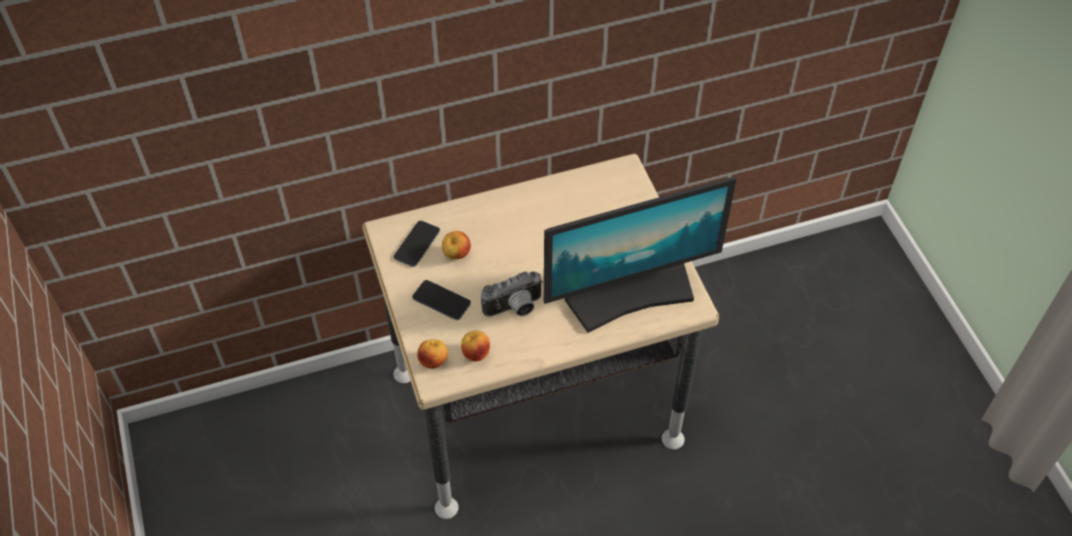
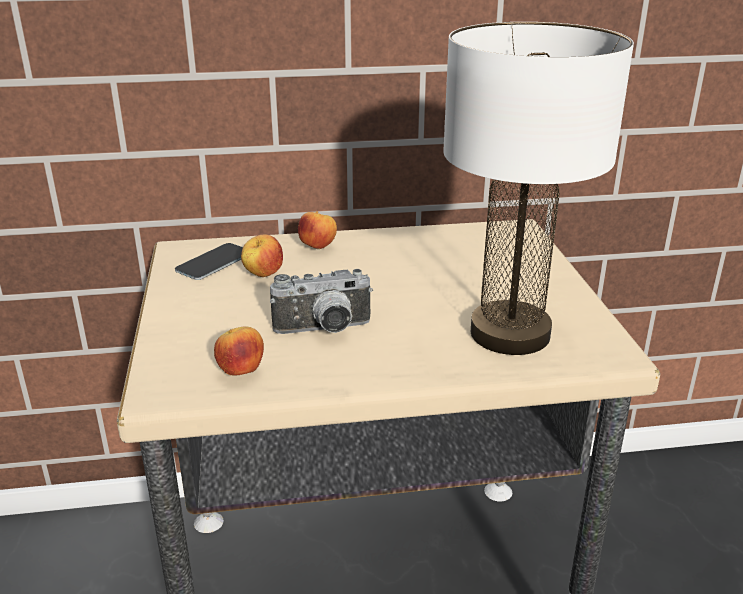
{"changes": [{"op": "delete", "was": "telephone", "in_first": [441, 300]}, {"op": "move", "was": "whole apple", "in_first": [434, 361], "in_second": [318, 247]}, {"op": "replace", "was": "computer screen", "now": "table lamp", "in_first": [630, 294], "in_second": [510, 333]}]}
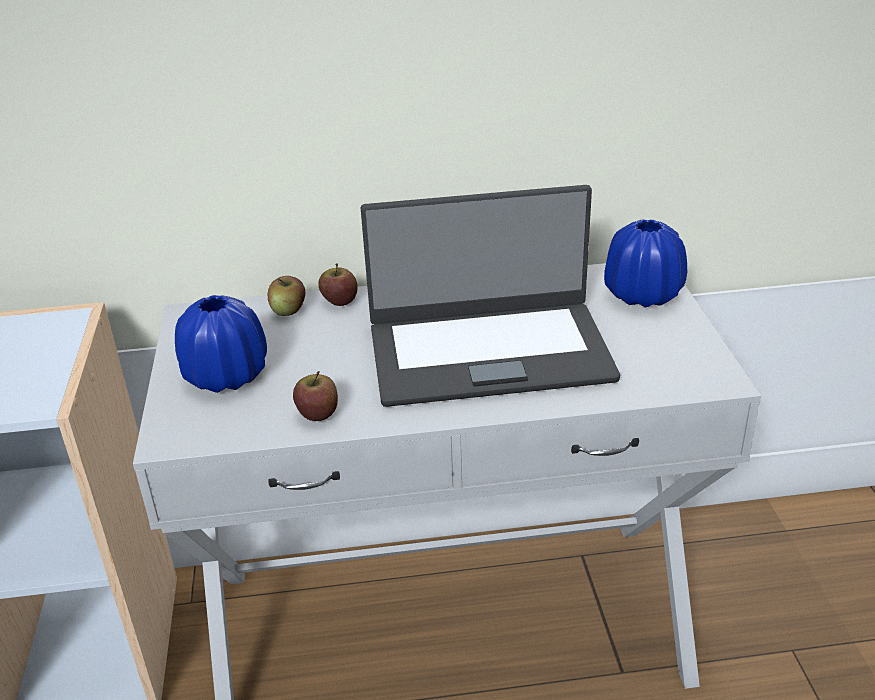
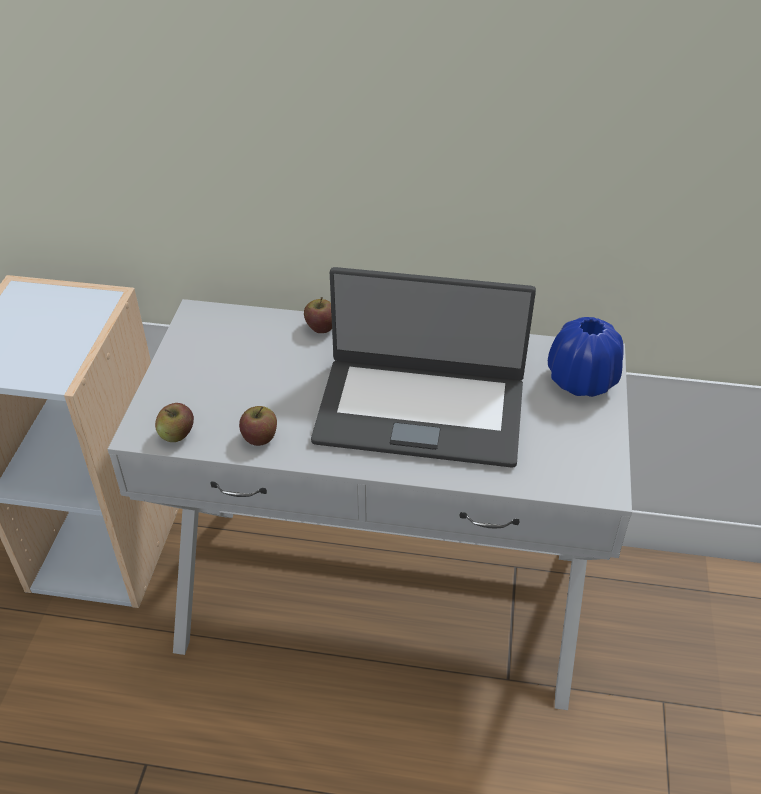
{"changes": [{"op": "delete", "was": "vase (blue)", "in_first": [226, 376]}, {"op": "move", "was": "whole apple", "in_first": [288, 310], "in_second": [177, 434]}]}
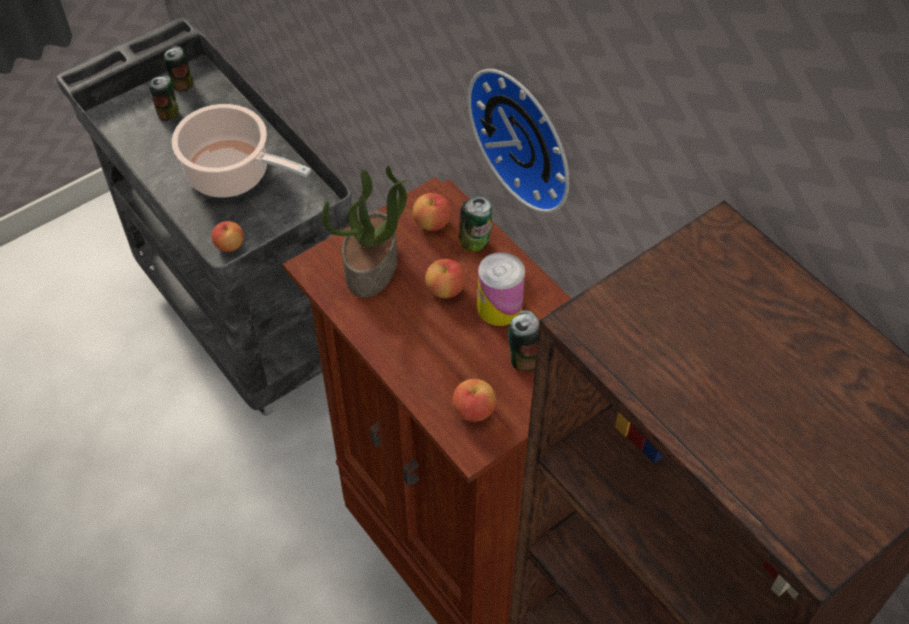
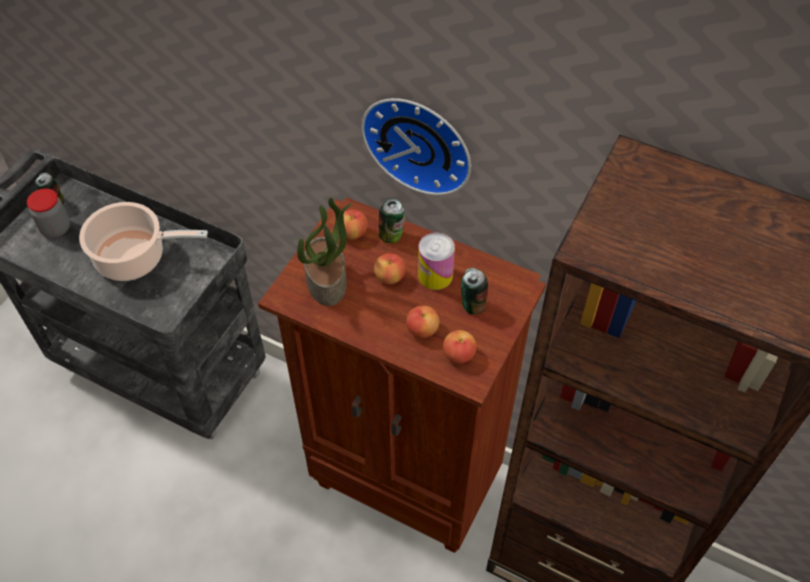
{"changes": [{"op": "move", "was": "whole apple", "in_first": [229, 245], "in_second": [422, 329]}, {"op": "replace", "was": "metal can", "now": "preserve jar", "in_first": [168, 113], "in_second": [56, 228]}]}
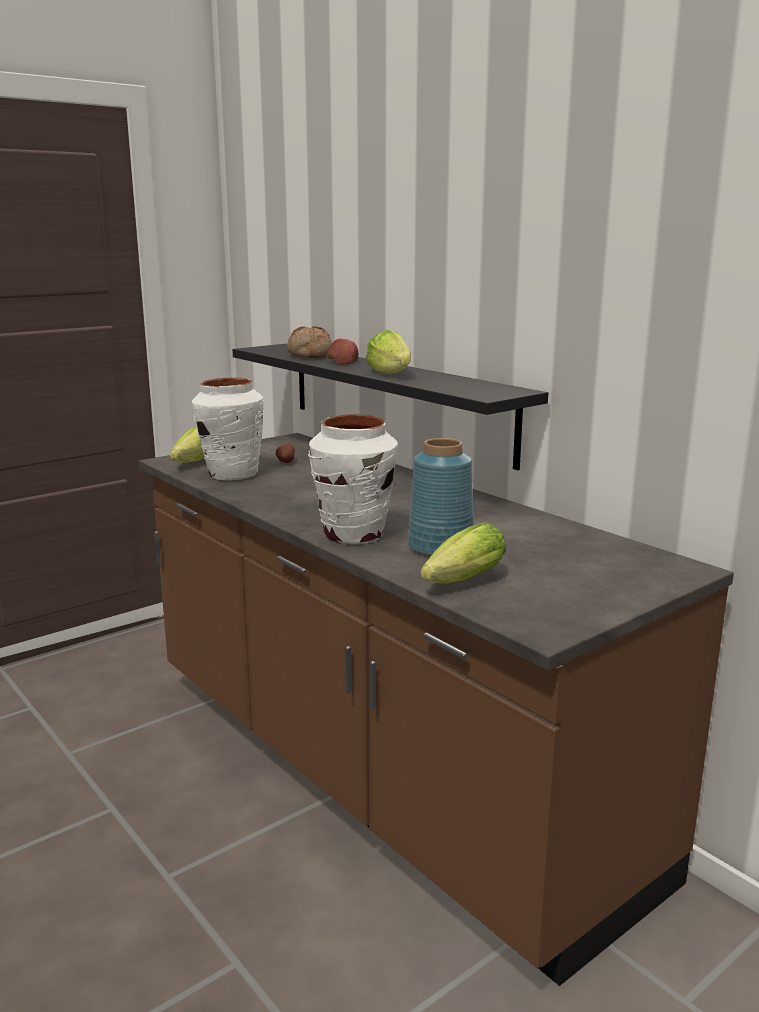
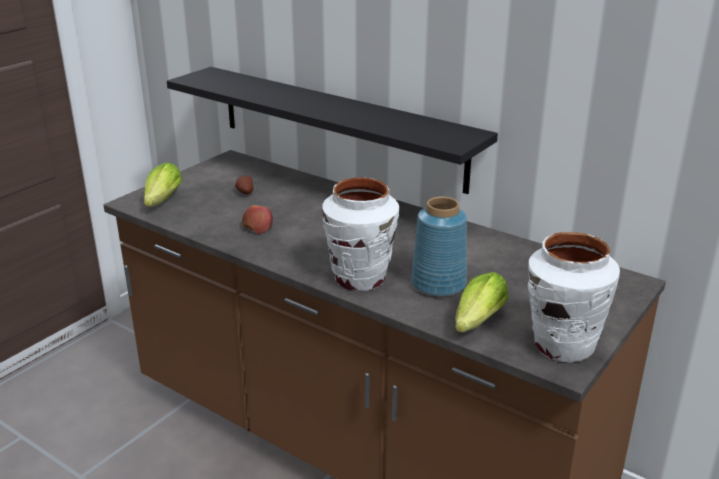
{"changes": [{"op": "delete", "was": "bread", "in_first": [309, 355]}, {"op": "delete", "was": "lettuce", "in_first": [391, 374]}, {"op": "move", "was": "vase (white)", "in_first": [232, 474], "in_second": [562, 346]}, {"op": "move", "was": "whole apple", "in_first": [342, 362], "in_second": [257, 226]}]}
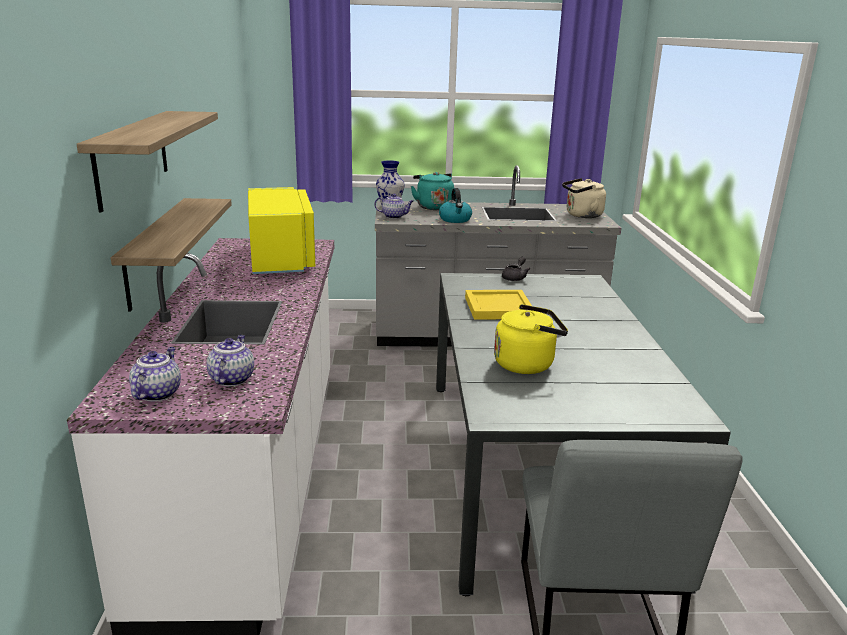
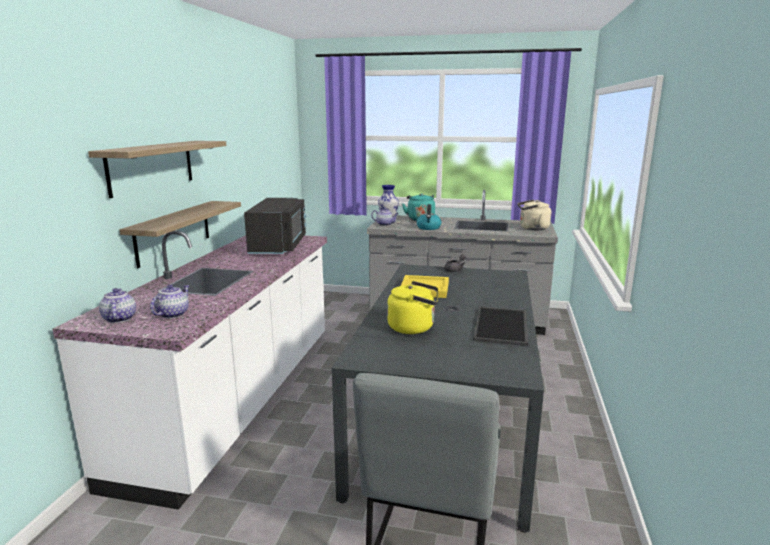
{"changes": [{"op": "insert", "now": "serving tray", "in_second": [502, 326]}, {"op": "recolor", "was": "microwave oven (yellow)", "now": "microwave oven (blackish)", "in_first": [282, 258], "in_second": [280, 246]}, {"op": "rotate", "was": "tea pot", "in_first": [157, 393], "in_second": [119, 318], "clockwise": -45}]}
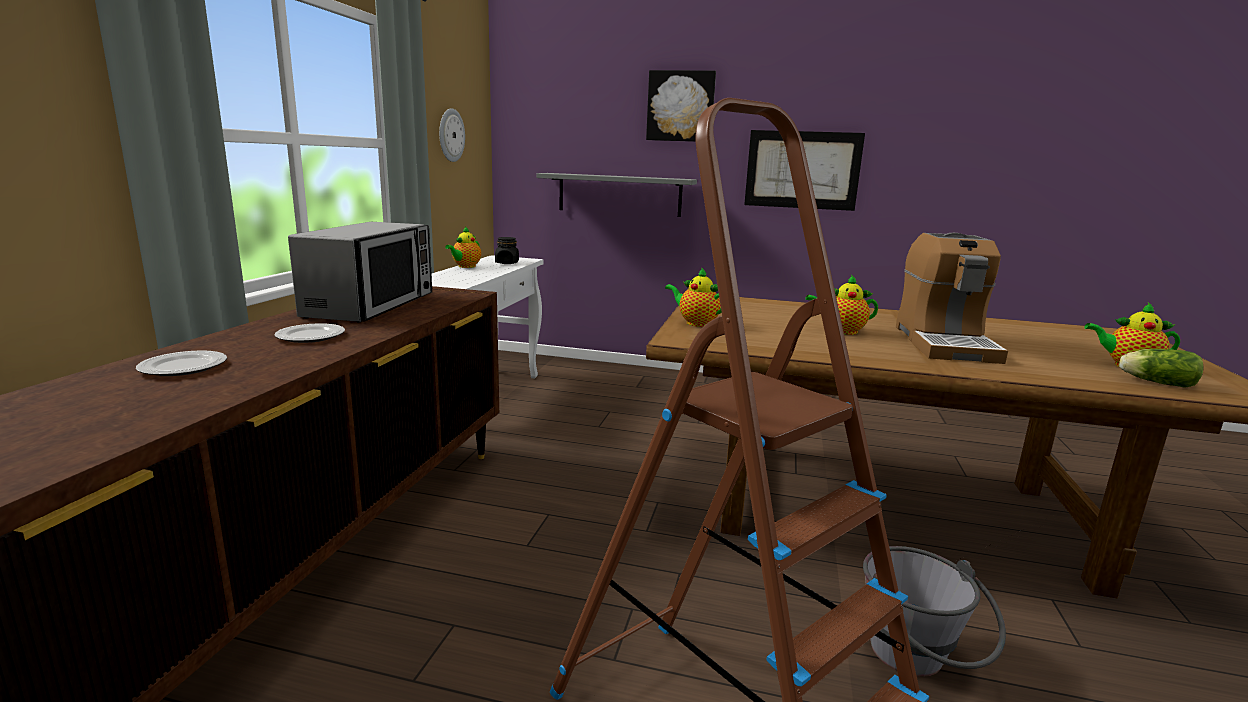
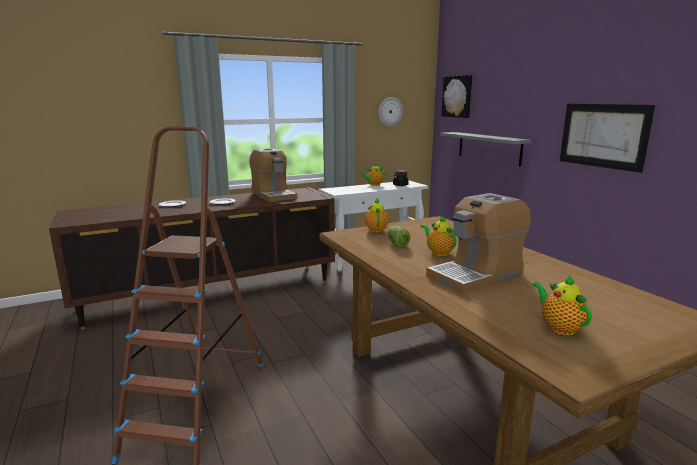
{"changes": [{"op": "delete", "was": "pail (gray)", "in_first": [917, 662]}, {"op": "move", "was": "wall picture", "in_first": [680, 106], "in_second": [457, 96]}, {"op": "move", "was": "lettuce", "in_first": [1154, 382], "in_second": [397, 243]}, {"op": "replace", "was": "microwave oven", "now": "coffee brewer", "in_first": [372, 305], "in_second": [273, 195]}]}
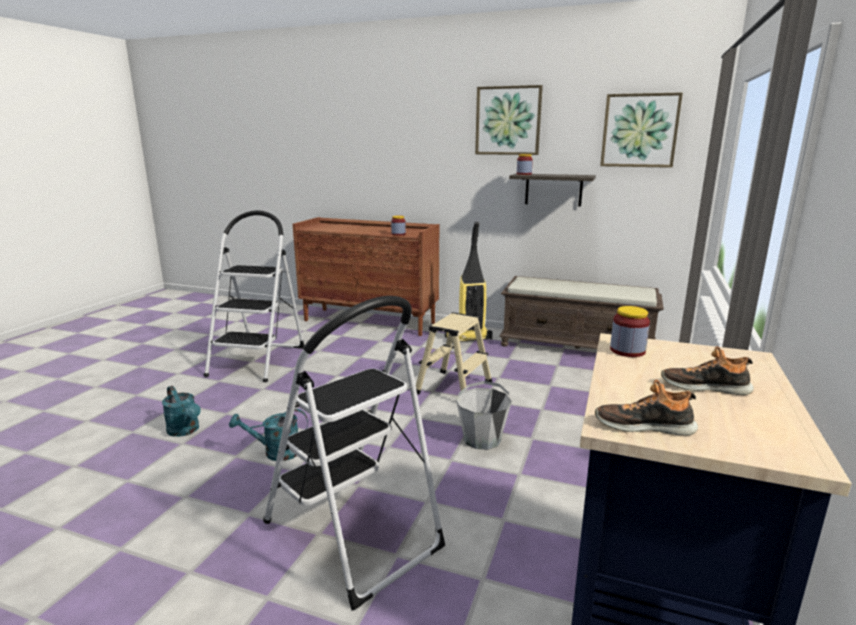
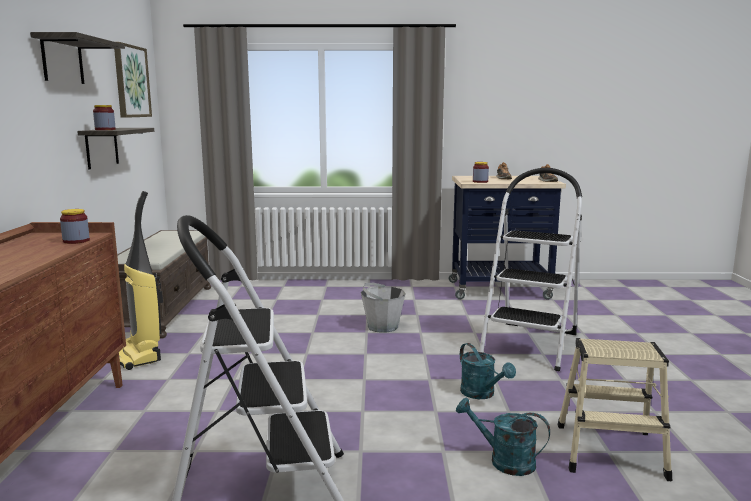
{"changes": [{"op": "move", "was": "step stool (beige-coloured)", "in_first": [454, 388], "in_second": [609, 450]}, {"op": "replace", "was": "wall picture", "now": "bracket shelf", "in_first": [508, 121], "in_second": [62, 60]}, {"op": "rotate", "was": "watering can (turquoise)", "in_first": [185, 431], "in_second": [504, 461], "clockwise": -90}]}
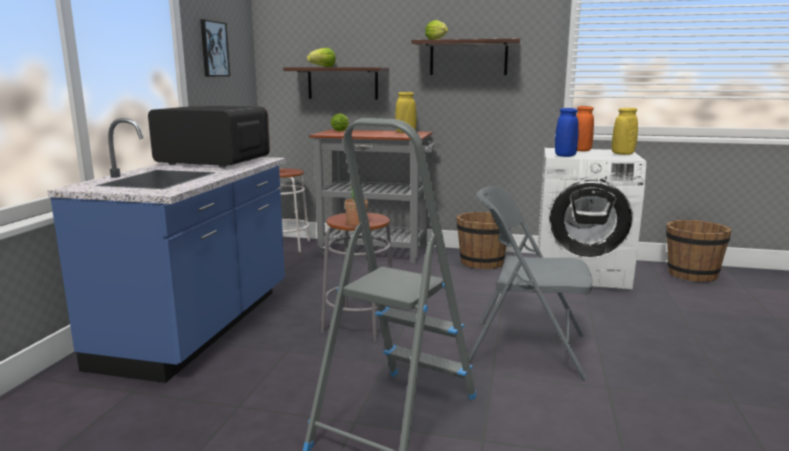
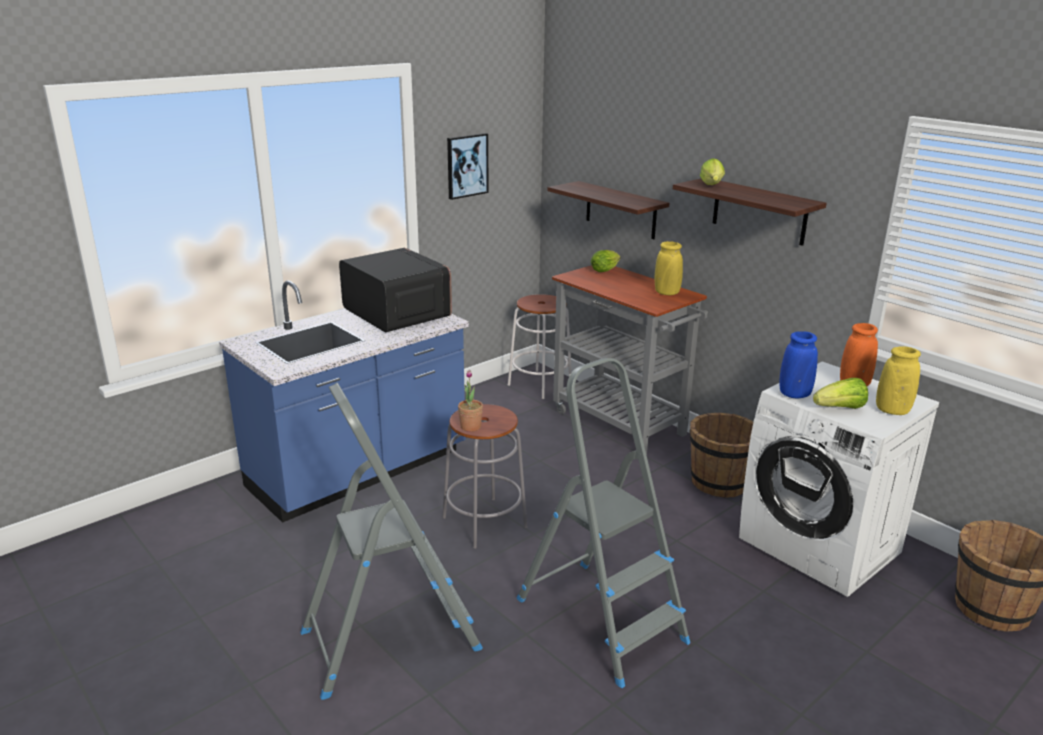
{"changes": [{"op": "move", "was": "lettuce", "in_first": [322, 67], "in_second": [840, 408]}, {"op": "replace", "was": "chair (gray)", "now": "step stool (gray)", "in_first": [527, 348], "in_second": [601, 621]}]}
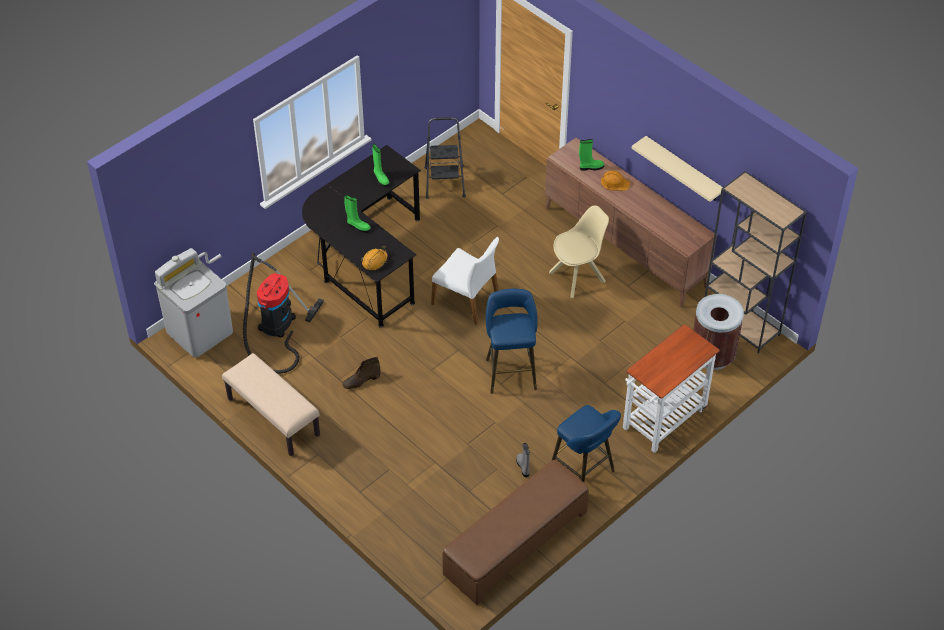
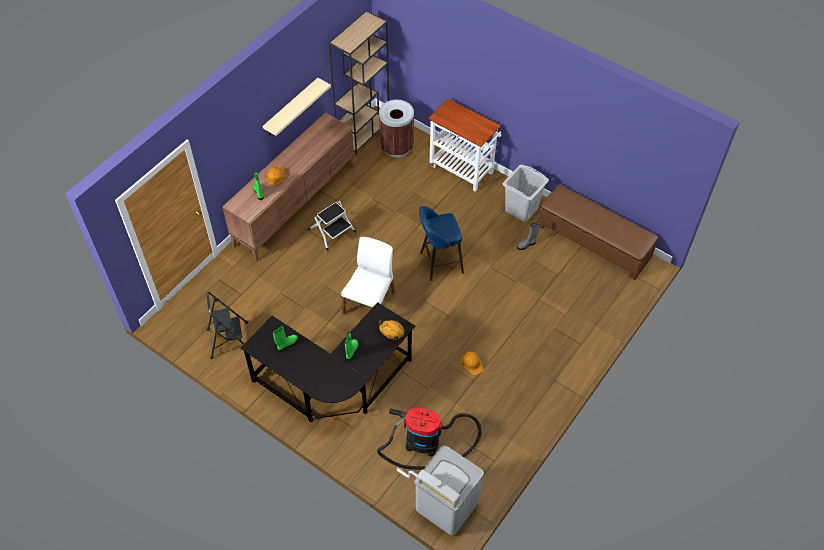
{"changes": [{"op": "delete", "was": "indoor bench (beige-coloured)", "in_first": [272, 417]}, {"op": "replace", "was": "boot (brown-coloured)", "now": "safety helmet (orangey)", "in_first": [361, 381], "in_second": [472, 363]}, {"op": "replace", "was": "chair (beige-coloured)", "now": "step stool", "in_first": [578, 276], "in_second": [331, 232]}, {"op": "replace", "was": "stool seat (blue)", "now": "laundry basket (gray)", "in_first": [584, 473], "in_second": [521, 209]}]}
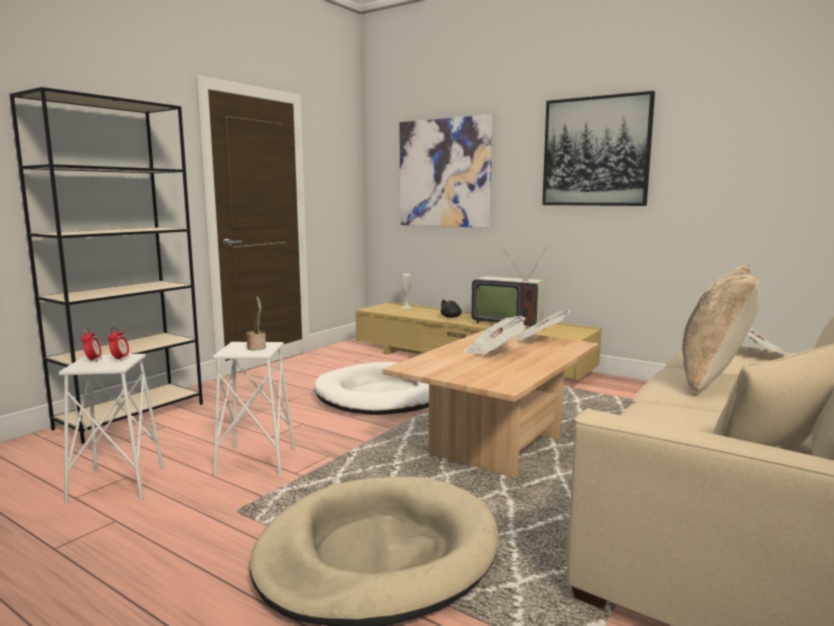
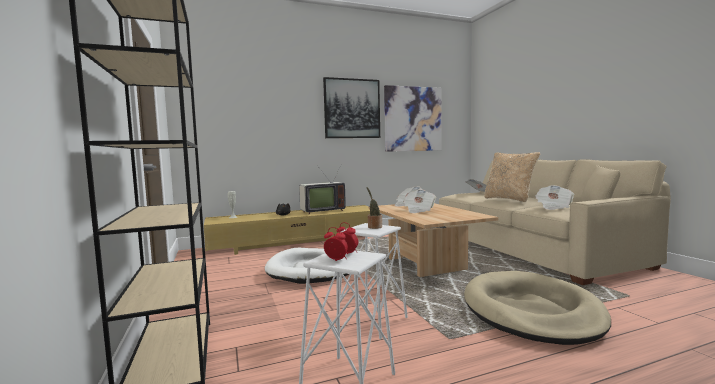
{"changes": [{"op": "insert", "now": "newspaper", "in_second": [553, 207]}, {"op": "move", "was": "wall picture", "in_first": [444, 173], "in_second": [413, 119]}]}
